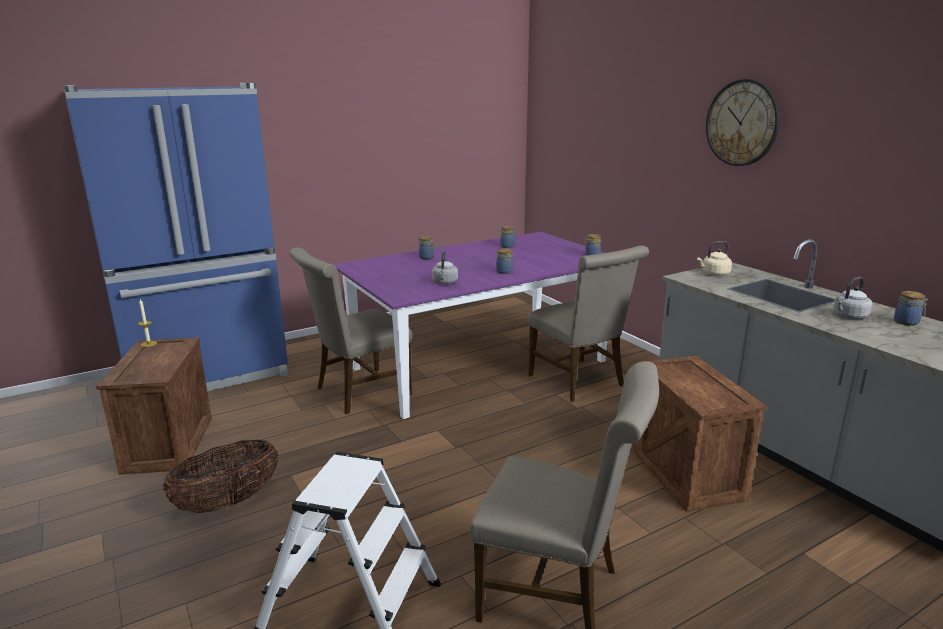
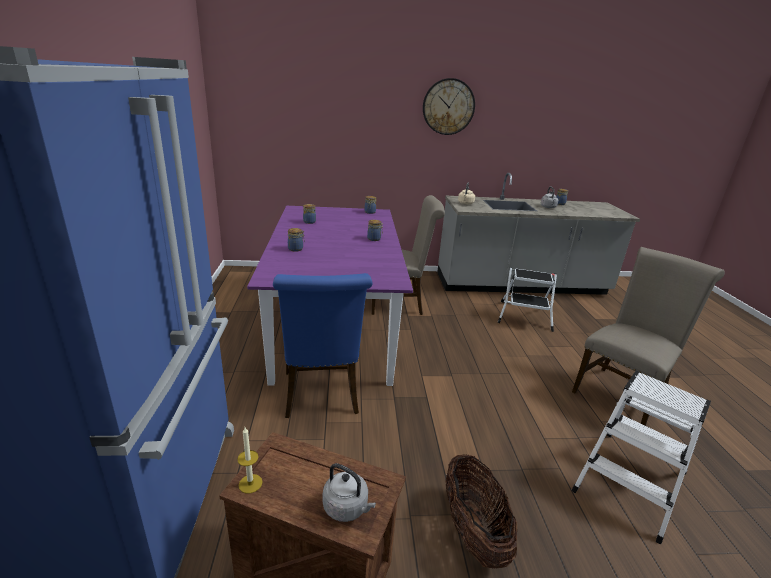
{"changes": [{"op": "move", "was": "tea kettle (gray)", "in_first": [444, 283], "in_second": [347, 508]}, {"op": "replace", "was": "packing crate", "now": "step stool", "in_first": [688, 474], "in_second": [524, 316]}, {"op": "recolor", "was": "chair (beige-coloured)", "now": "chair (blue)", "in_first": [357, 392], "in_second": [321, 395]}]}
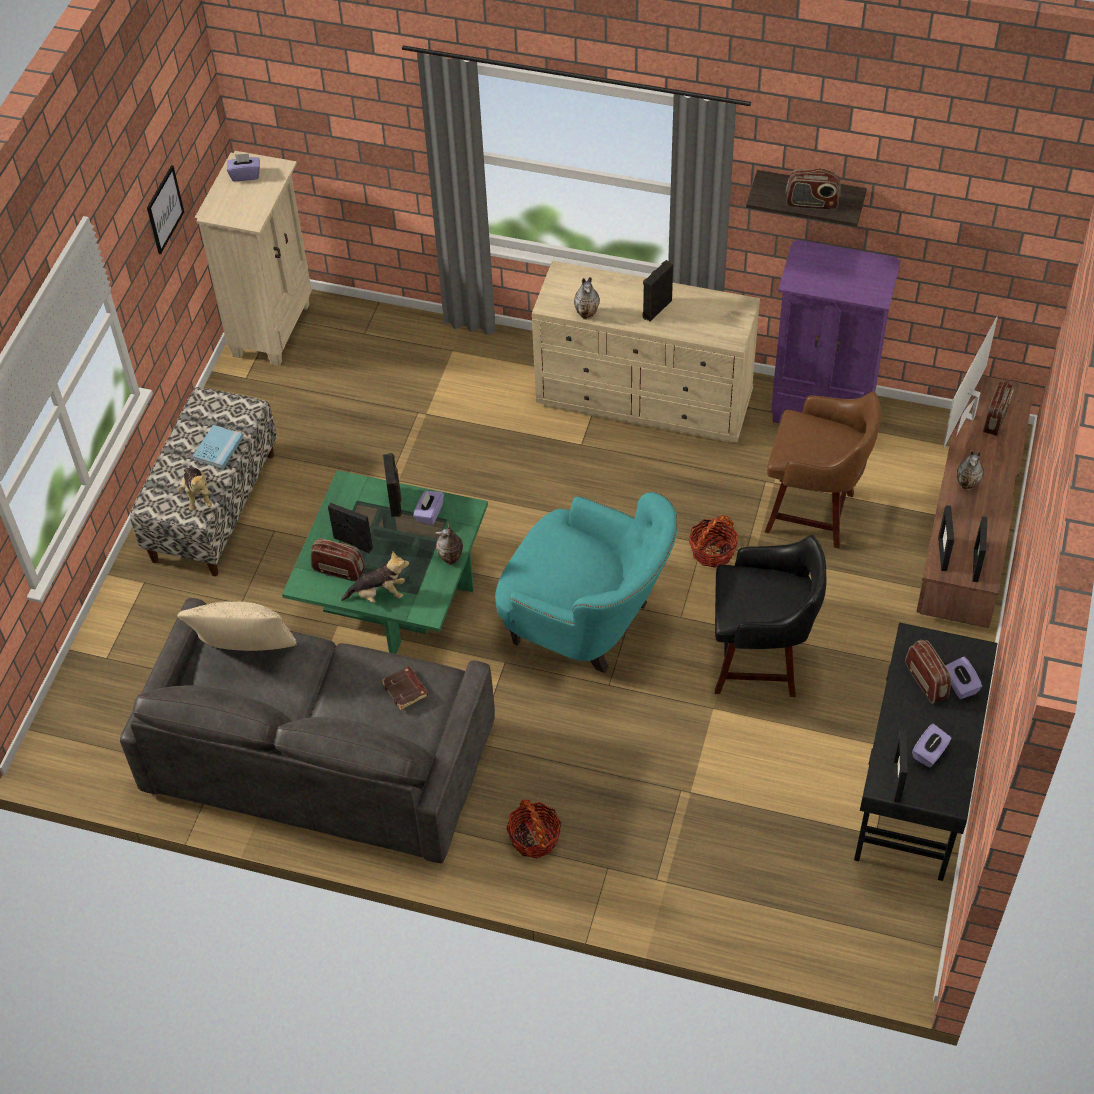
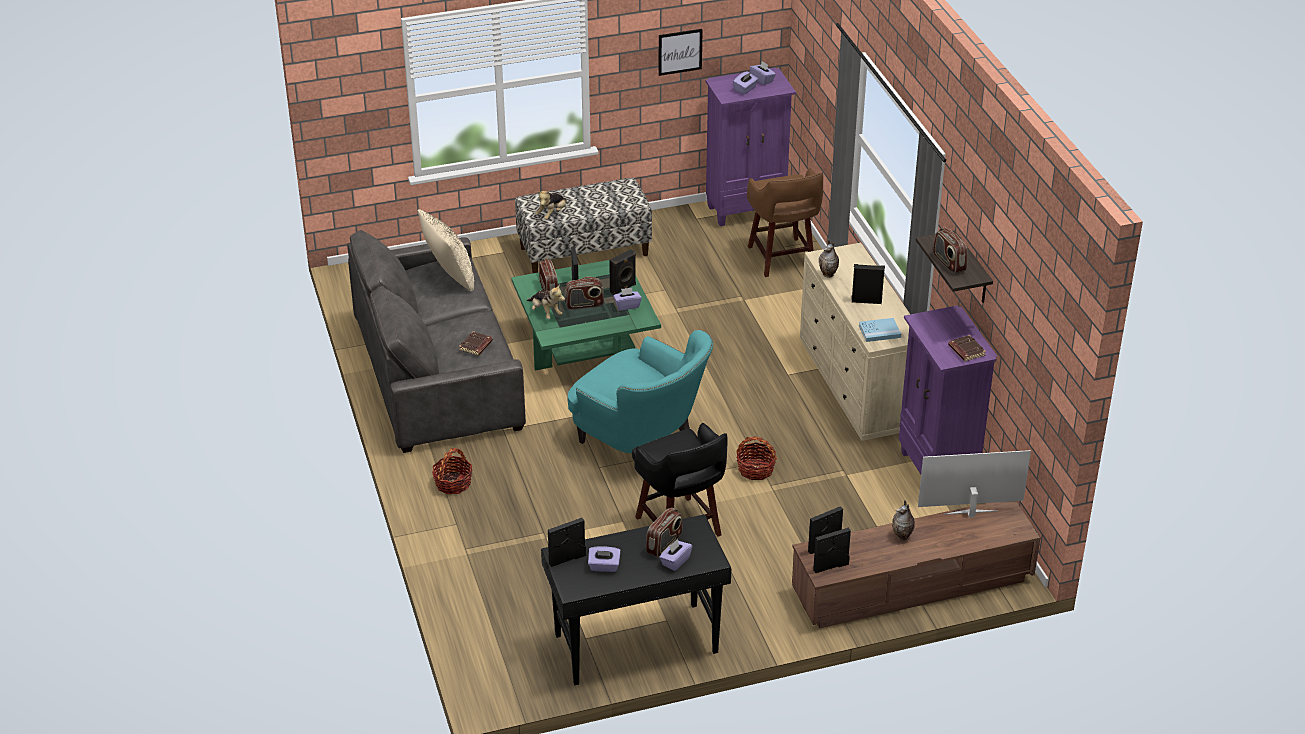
{"changes": [{"op": "delete", "was": "vase", "in_first": [451, 559]}, {"op": "insert", "now": "tissue box (purple-coloured)", "in_second": [745, 89]}, {"op": "insert", "now": "bound book (brown-coloured)", "in_second": [966, 351]}, {"op": "move", "was": "bound book (blue)", "in_first": [218, 448], "in_second": [879, 331]}, {"op": "move", "was": "stool seat (brown-coloured)", "in_first": [814, 514], "in_second": [782, 259]}, {"op": "move", "was": "radio receiver", "in_first": [996, 419], "in_second": [584, 305]}, {"op": "recolor", "was": "cabinet (beige-coloured)", "now": "cabinet (purple-coloured)", "in_first": [273, 331], "in_second": [745, 211]}, {"op": "rotate", "was": "easy chair (turquoise)", "in_first": [588, 622], "in_second": [641, 438], "clockwise": -45}]}
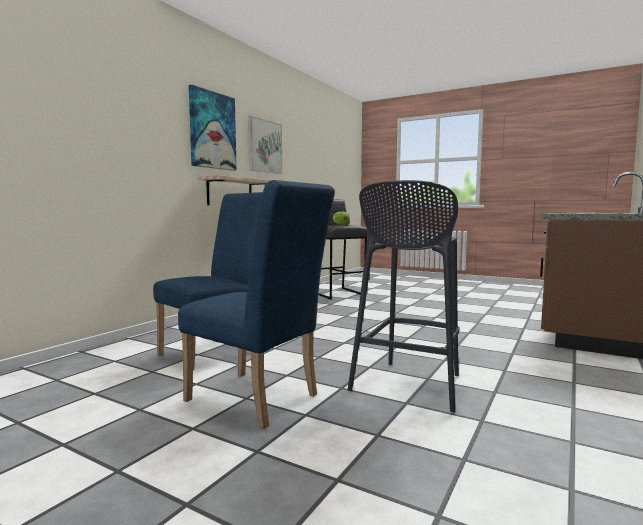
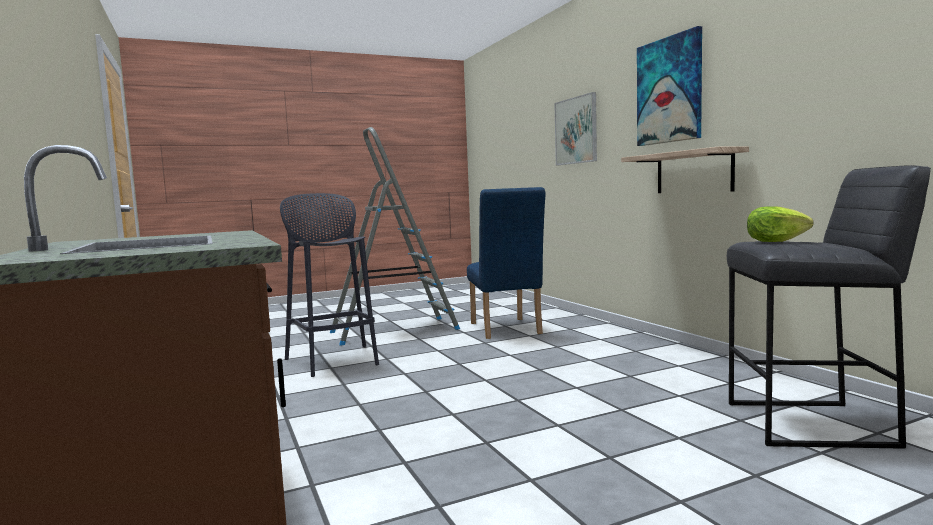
{"changes": [{"op": "move", "was": "wall picture", "in_first": [265, 146], "in_second": [576, 130]}, {"op": "replace", "was": "chair (blue)", "now": "step stool (gray)", "in_first": [258, 400], "in_second": [395, 330]}]}
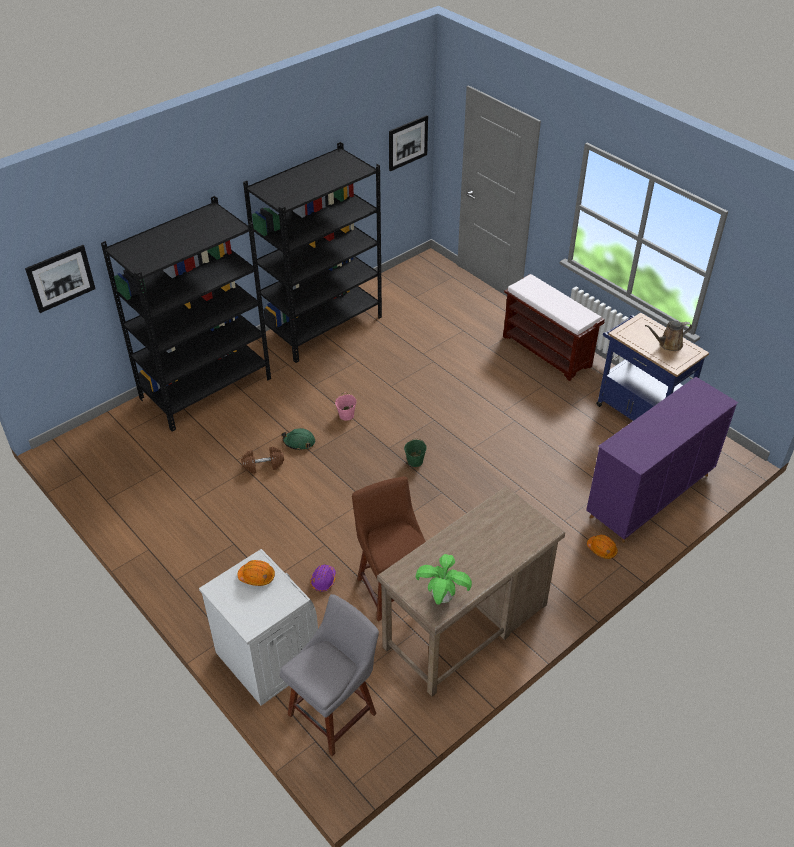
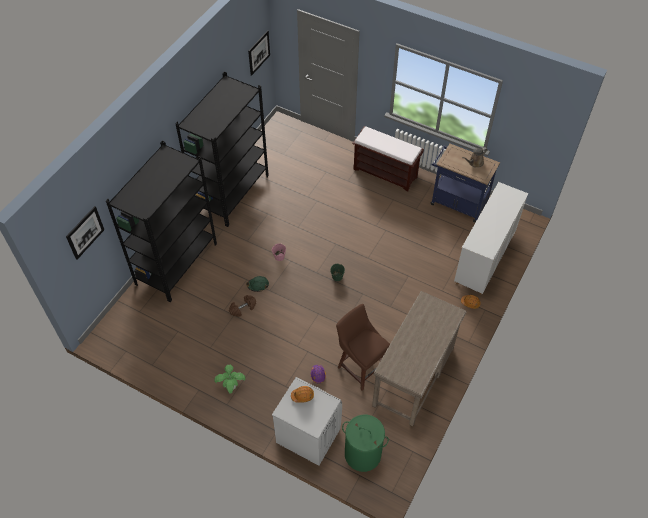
{"changes": [{"op": "move", "was": "potted plant", "in_first": [442, 598], "in_second": [231, 386]}, {"op": "replace", "was": "stool seat (gray)", "now": "laundry basket (green-coloured)", "in_first": [335, 711], "in_second": [363, 454]}, {"op": "recolor", "was": "cabinet (purple-coloured)", "now": "cabinet (white)", "in_first": [650, 496], "in_second": [484, 259]}]}
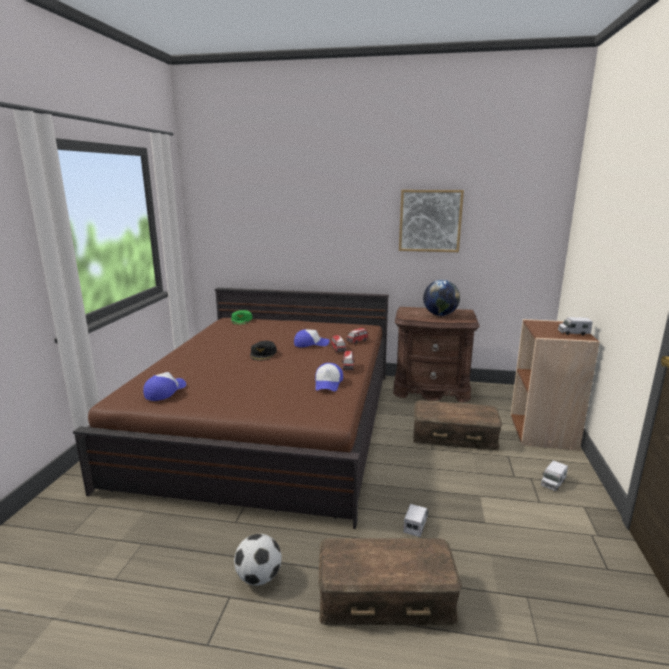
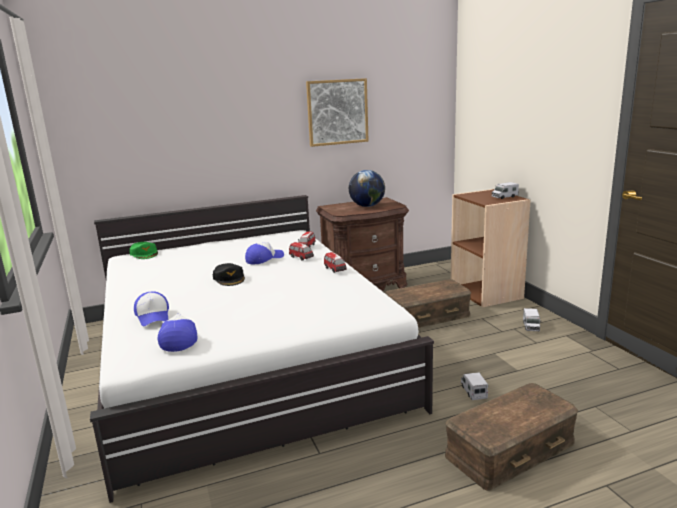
{"changes": [{"op": "delete", "was": "ball for football", "in_first": [259, 577]}, {"op": "move", "was": "baseball cap", "in_first": [328, 383], "in_second": [153, 316]}, {"op": "recolor", "was": "bed (brown-coloured)", "now": "bed (white)", "in_first": [270, 422], "in_second": [243, 357]}]}
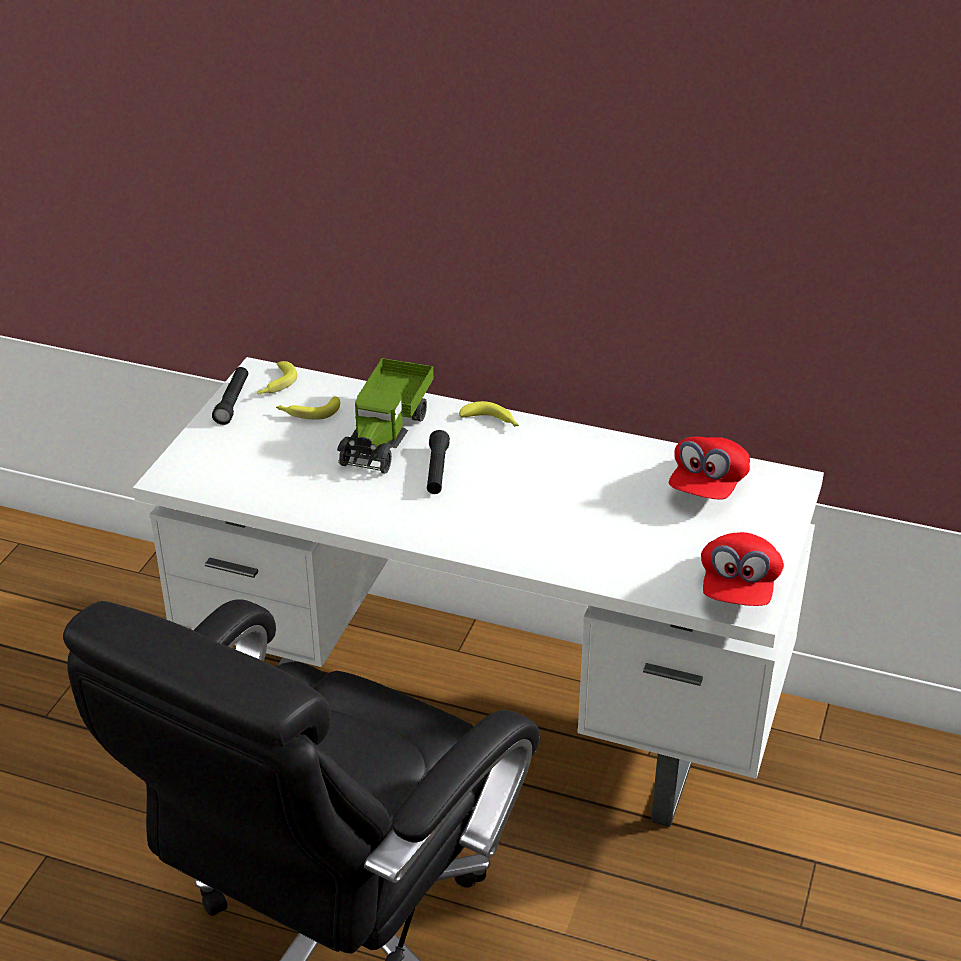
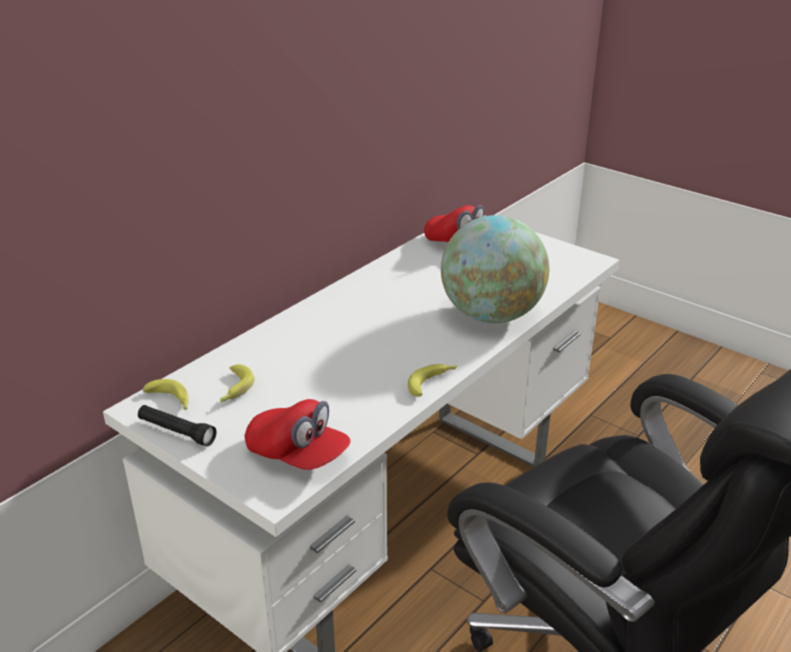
{"changes": [{"op": "delete", "was": "toy truck", "in_first": [387, 433]}, {"op": "delete", "was": "torch (blackish)", "in_first": [437, 470]}, {"op": "insert", "now": "globe", "in_second": [491, 315]}, {"op": "move", "was": "banana fruit", "in_first": [491, 422], "in_second": [433, 382]}, {"op": "move", "was": "baseball cap (red)", "in_first": [738, 588], "in_second": [298, 454]}]}
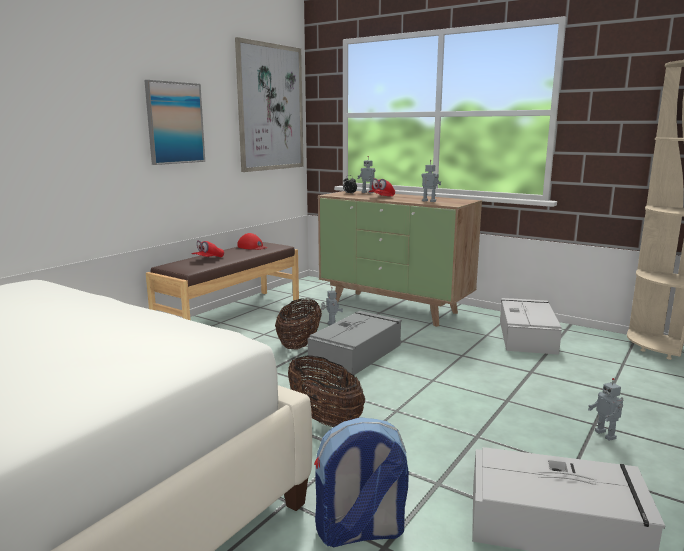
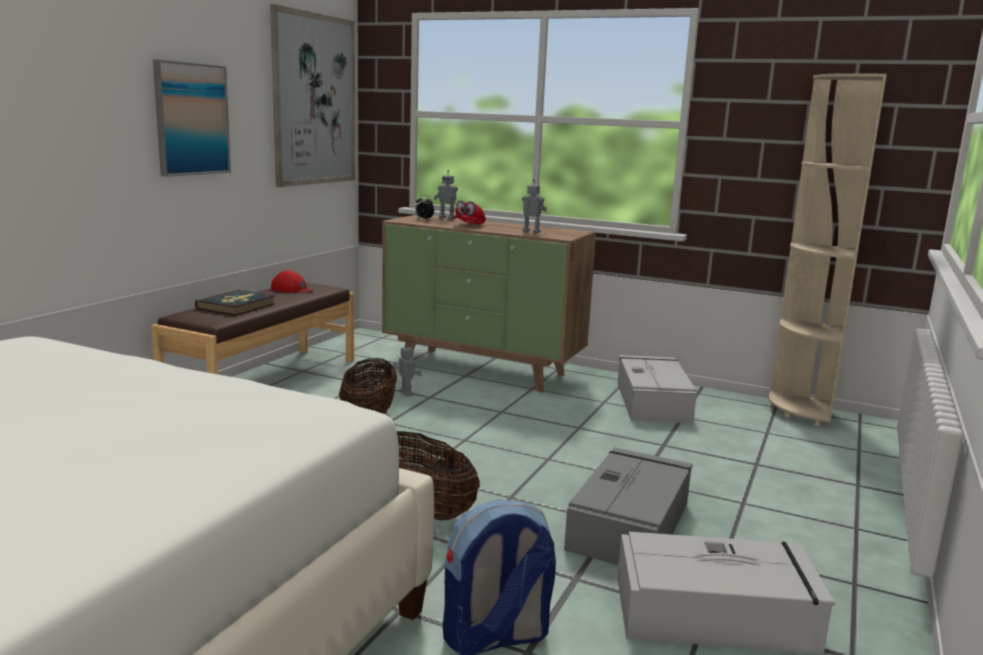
{"changes": [{"op": "delete", "was": "toy robot", "in_first": [606, 435]}, {"op": "move", "was": "storage bin (gray)", "in_first": [357, 353], "in_second": [630, 524]}, {"op": "replace", "was": "baseball cap (red)", "now": "bound book", "in_first": [208, 259], "in_second": [236, 306]}]}
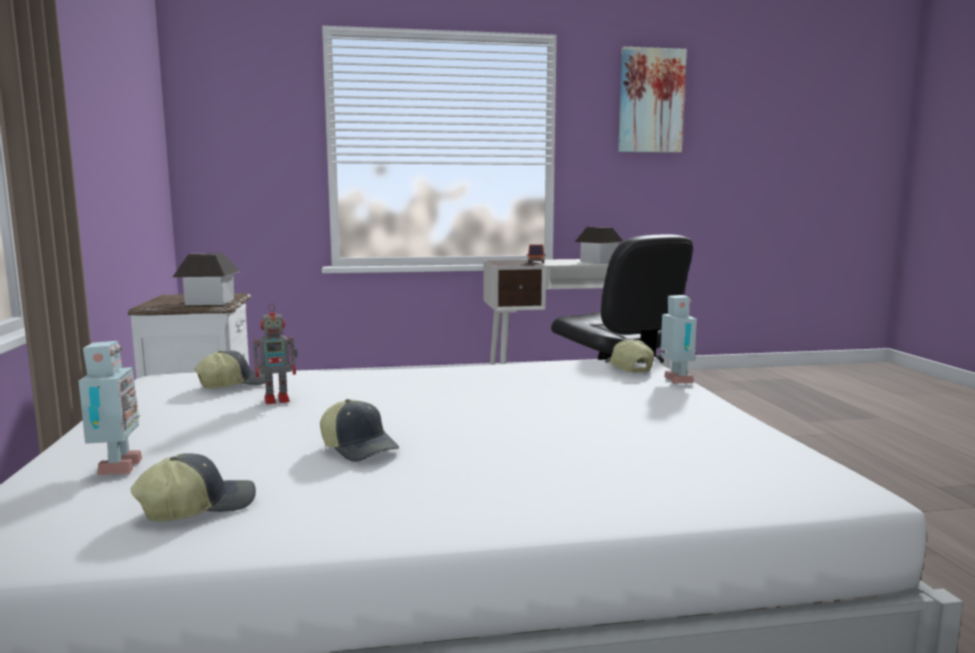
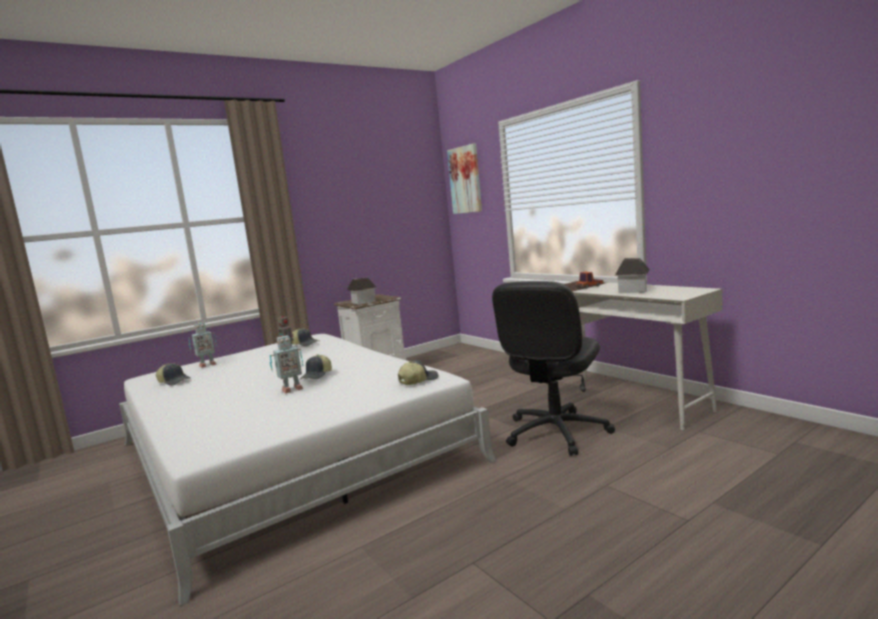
{"changes": [{"op": "move", "was": "baseball cap", "in_first": [360, 448], "in_second": [317, 376]}, {"op": "move", "was": "wall picture", "in_first": [651, 101], "in_second": [465, 180]}, {"op": "move", "was": "toy robot", "in_first": [675, 381], "in_second": [291, 390]}]}
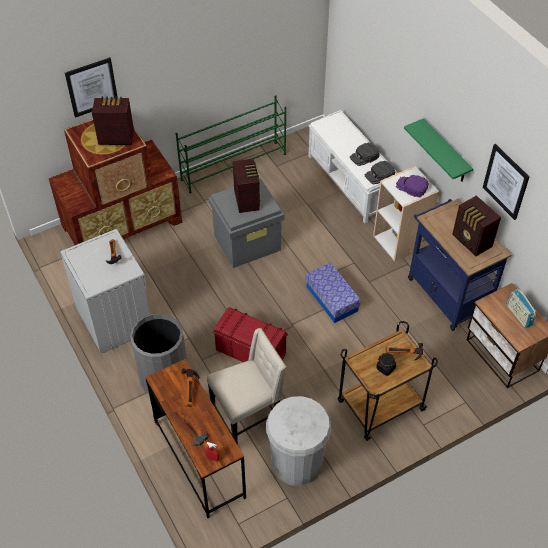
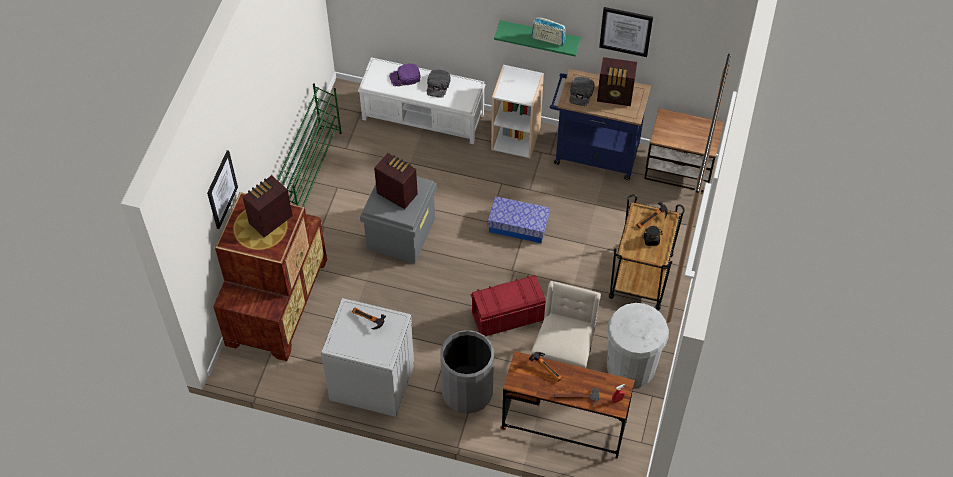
{"changes": [{"op": "move", "was": "baseball cap (blackish)", "in_first": [379, 175], "in_second": [581, 93]}, {"op": "move", "was": "baseball cap (purple-coloured)", "in_first": [411, 187], "in_second": [405, 77]}, {"op": "move", "was": "radio receiver", "in_first": [518, 315], "in_second": [548, 39]}]}
